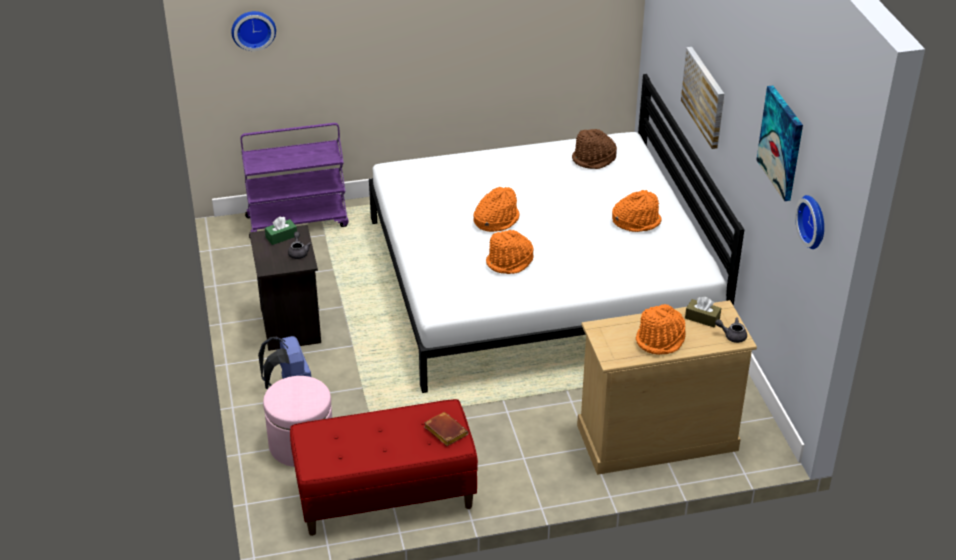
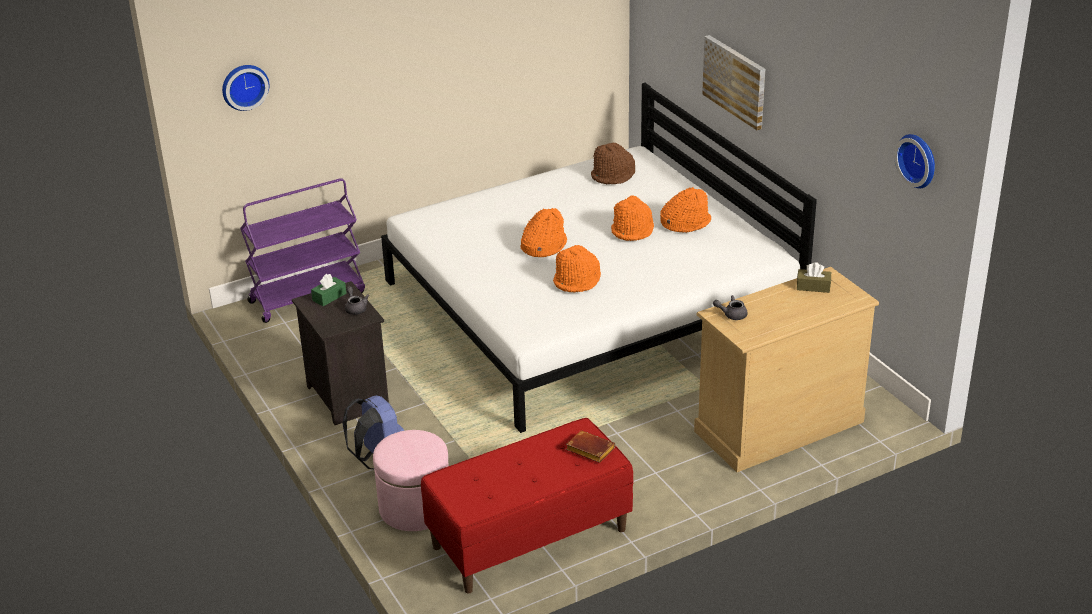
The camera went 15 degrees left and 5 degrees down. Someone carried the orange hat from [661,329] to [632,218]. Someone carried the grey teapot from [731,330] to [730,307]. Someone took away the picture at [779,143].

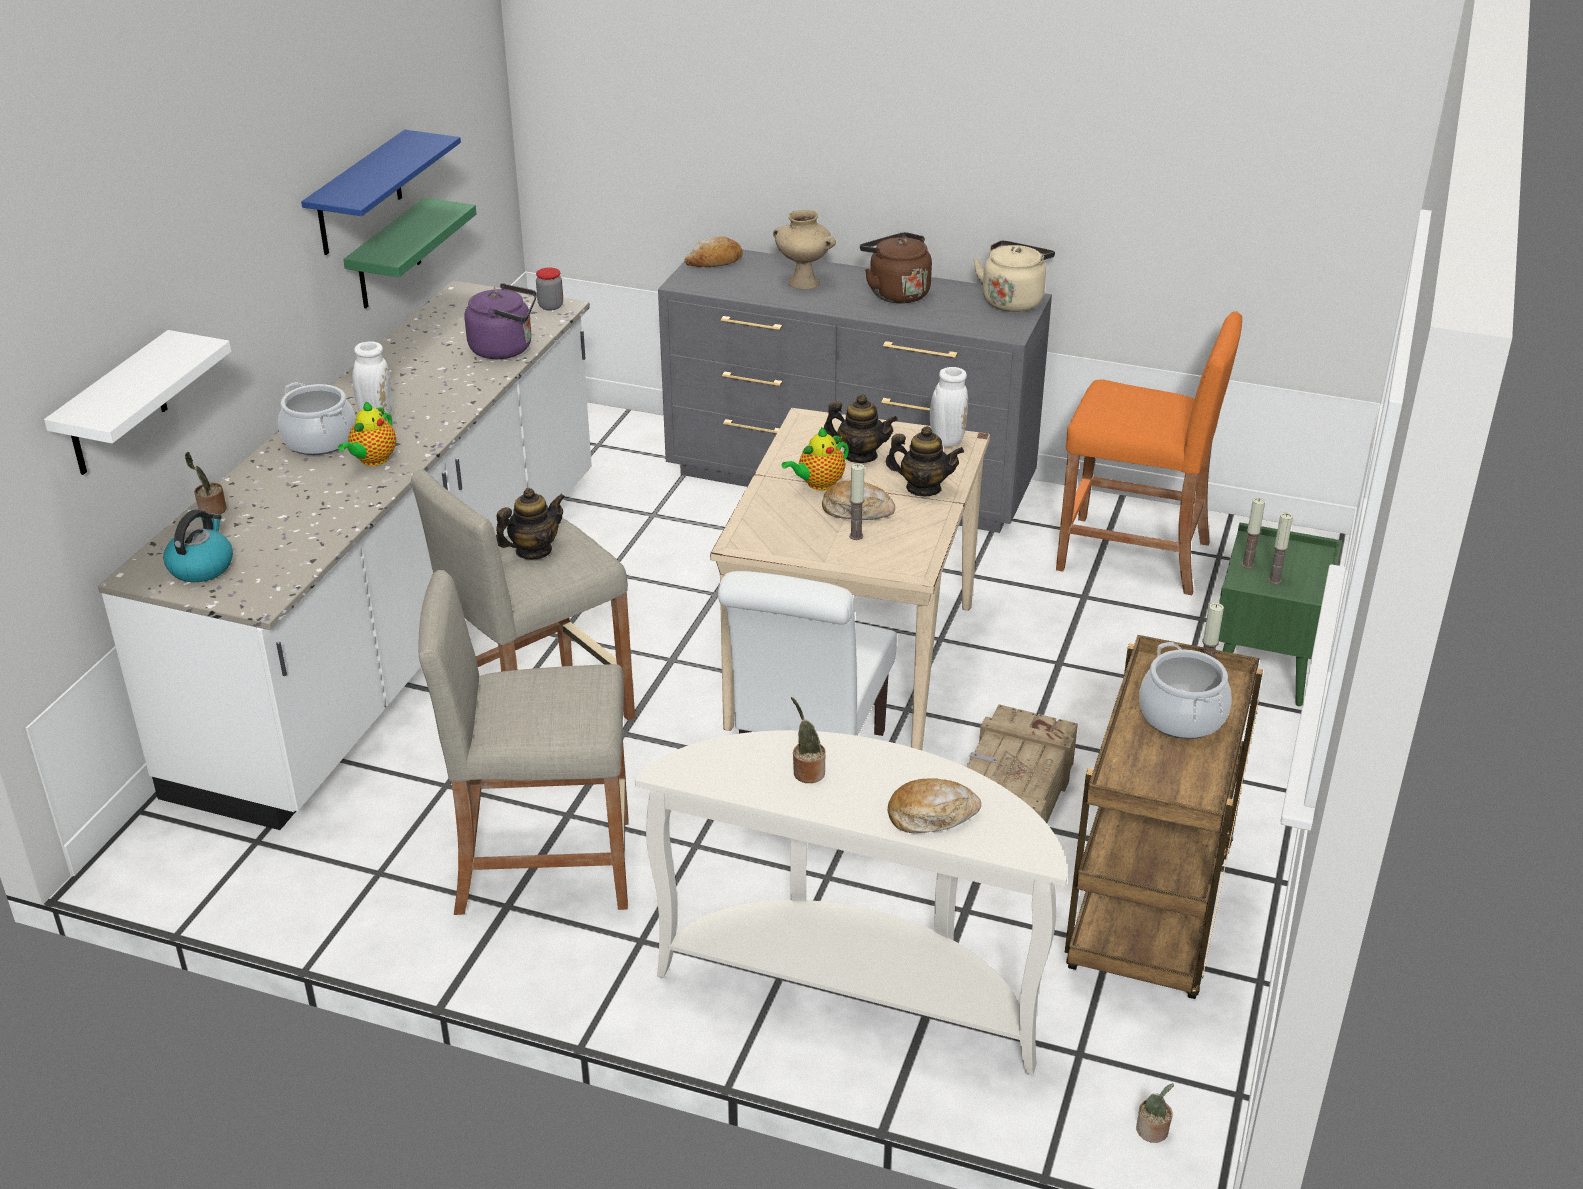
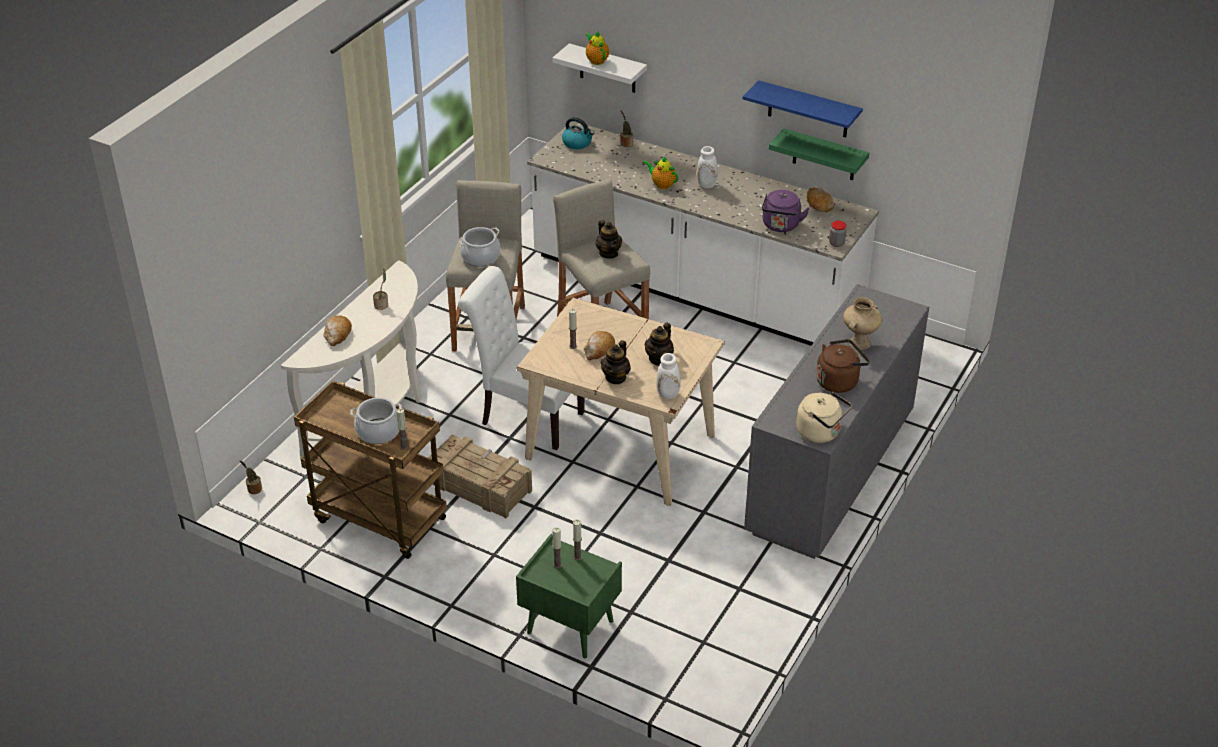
The camera went 100 degrees right and 5 degrees up. Someone carried the cooking pot from [317,418] to [479,247]. Someone carried the bread from [714,251] to [820,199]. Someone carried the teapot from [815,458] to [597,48]. Someone took away the orange stool at [1149,453].

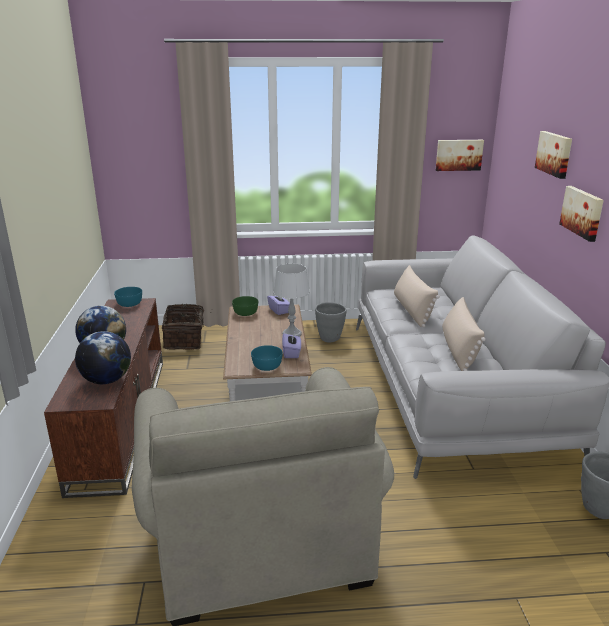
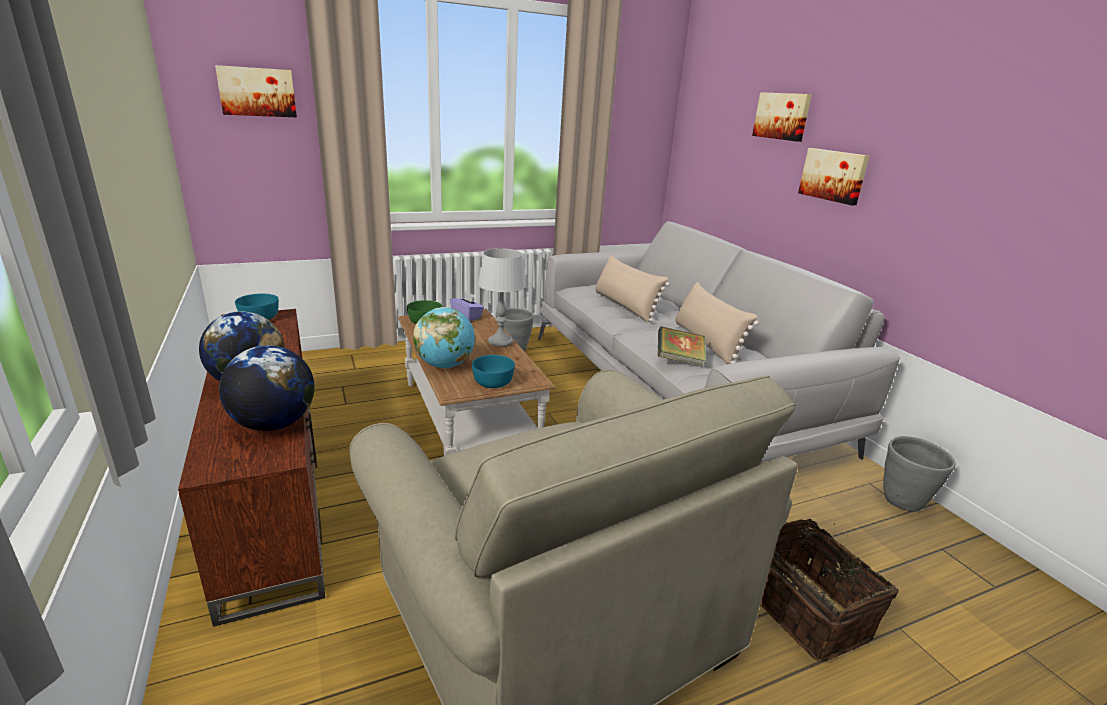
The camera went 20 degrees left and 0 degrees up. Someone carried the basket from [187,326] to [829,590]. Someone took away the purple tissue box at [291,345]. Someone carried the picture from [460,155] to [256,91]. Someone put down the globe at [444,337]. Someone put down the book at [682,346].

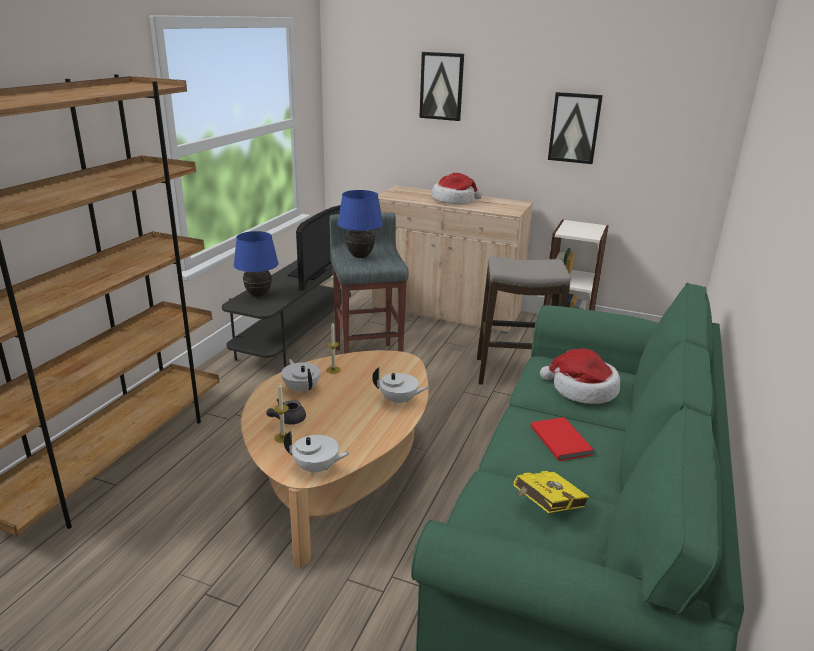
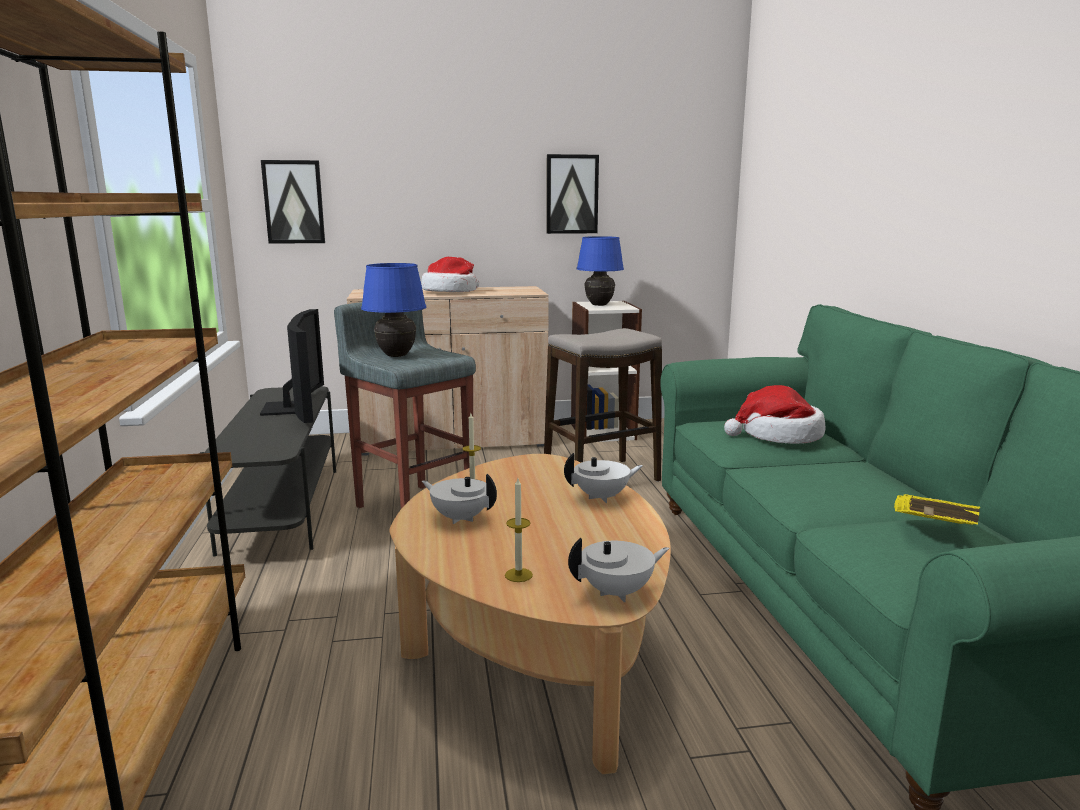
The camera went 30 degrees left and 10 degrees down. Someone carried the blue table lamp from [256,264] to [600,271]. Someone took away the grey teapot at [286,411]. Someone carried the picture from [441,86] to [293,202]. Someone took away the red book at [562,439].

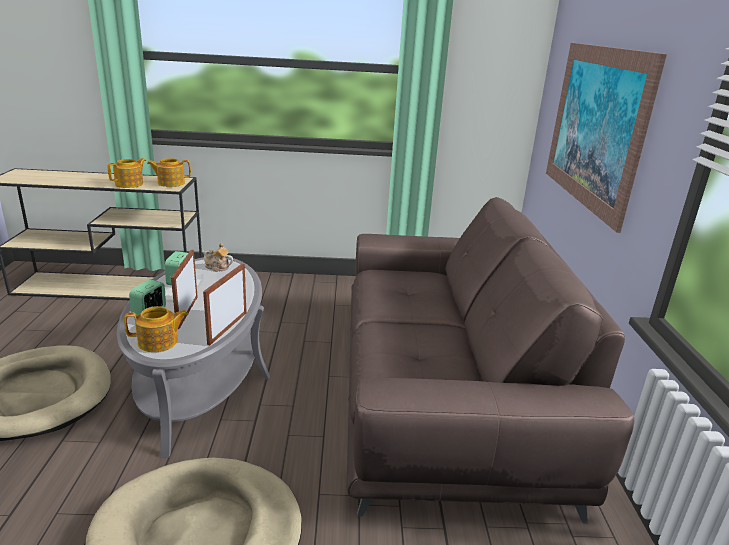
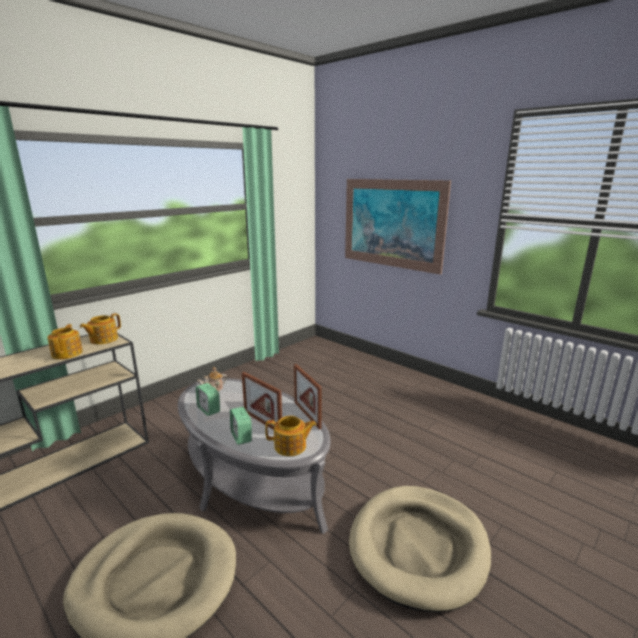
The camera went 45 degrees left and 5 degrees down. Someone rotated the teapot at [156,329] by 60 degrees clockwise. Someone took away the brown sofa at [490,360].

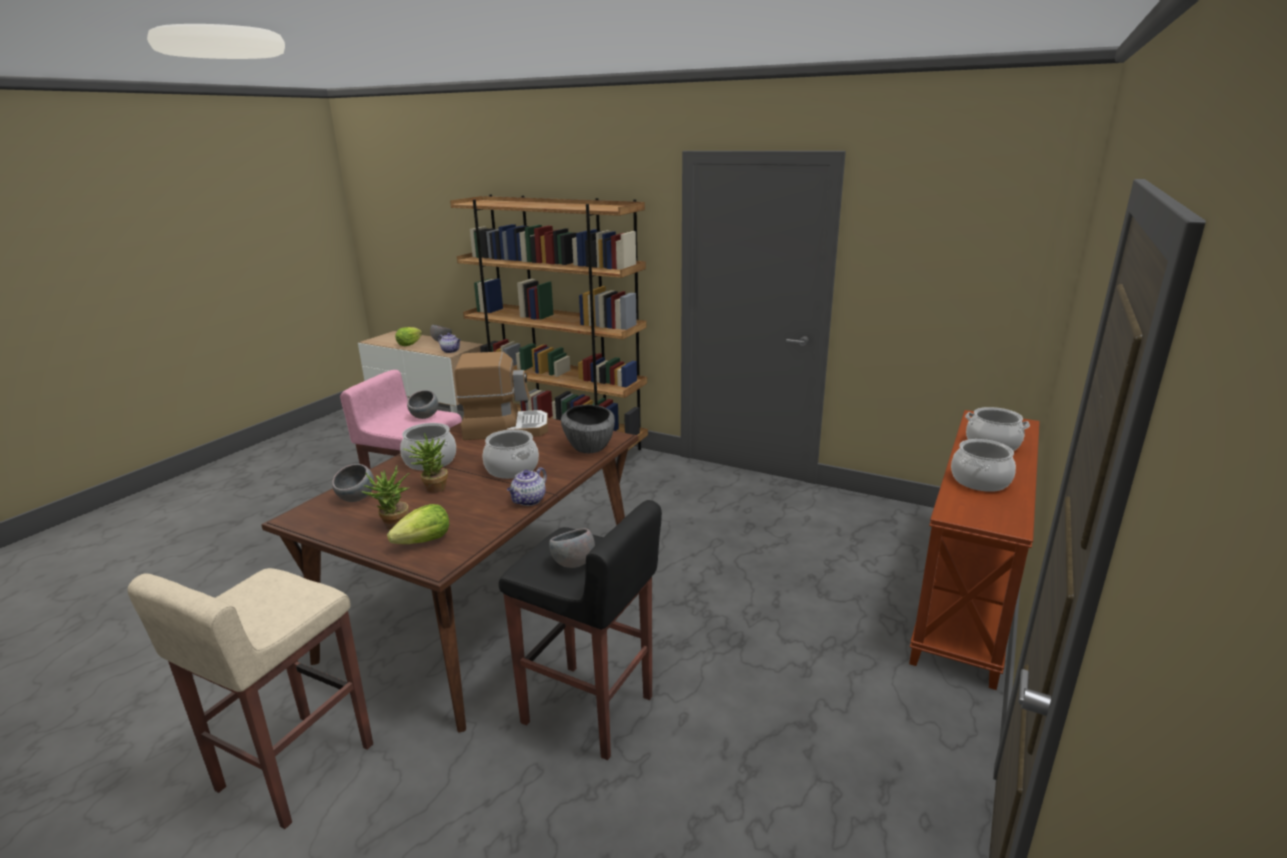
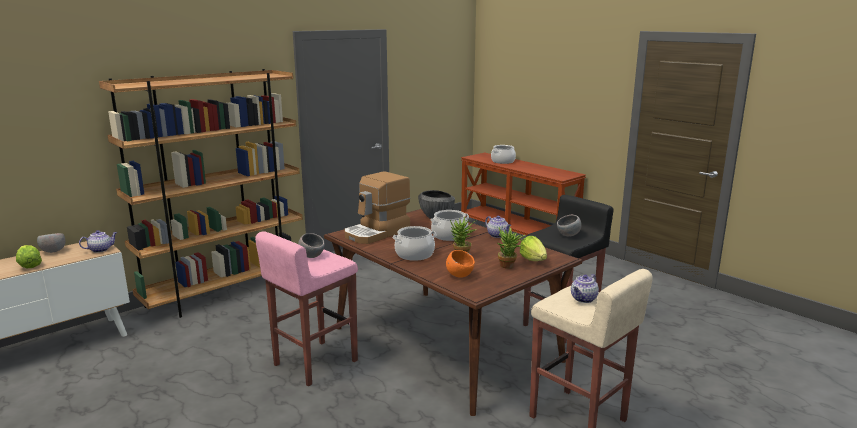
The camera went 70 degrees left and 5 degrees down. Someone repainted the grey bowl at [353,483], which became the orange bowl at [460,264]. Someone rotated the coffee machine at [501,396] by 150 degrees counterclockwise. Someone took away the cooking pot at [983,465]. Someone put down the teapot at [585,288].

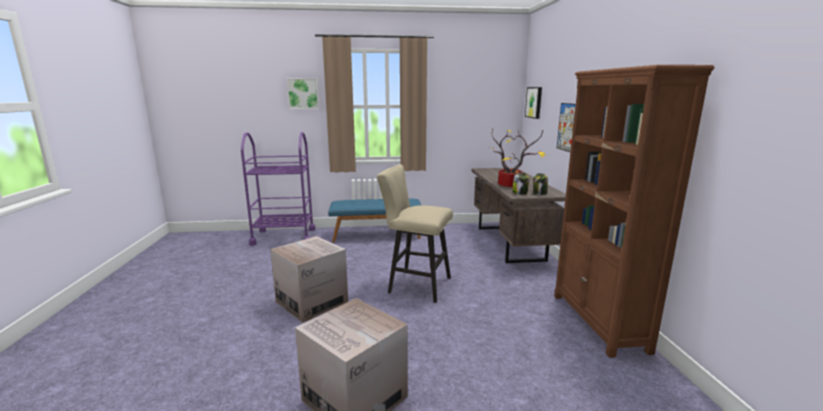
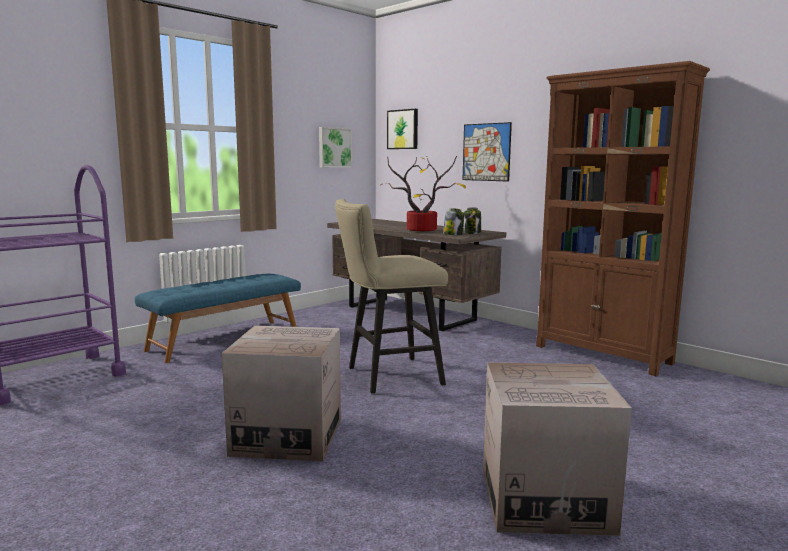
The camera went 40 degrees left and 5 degrees down. Someone carried the picture from [302,93] to [335,147].

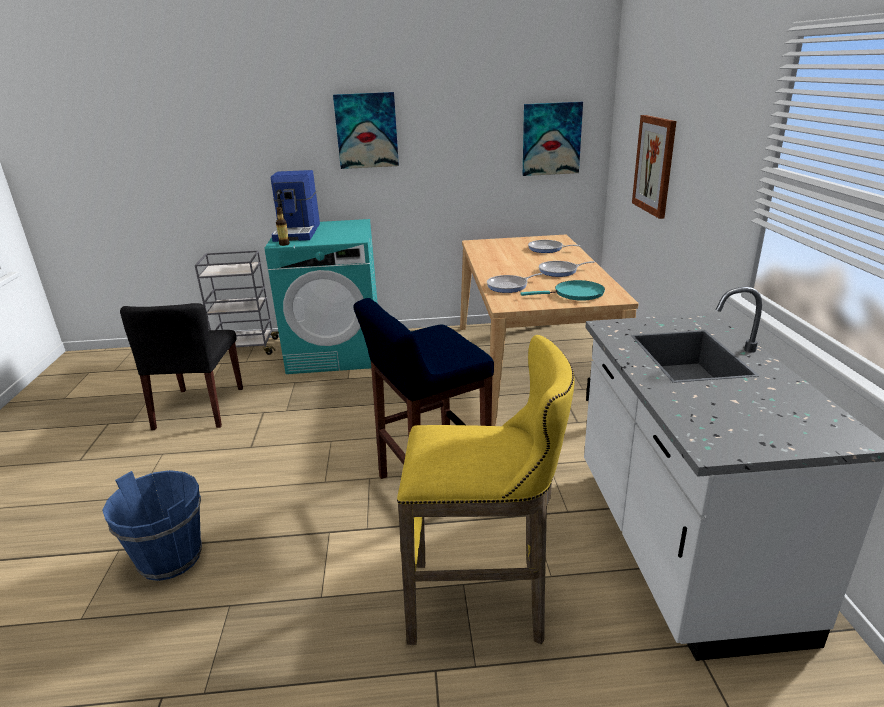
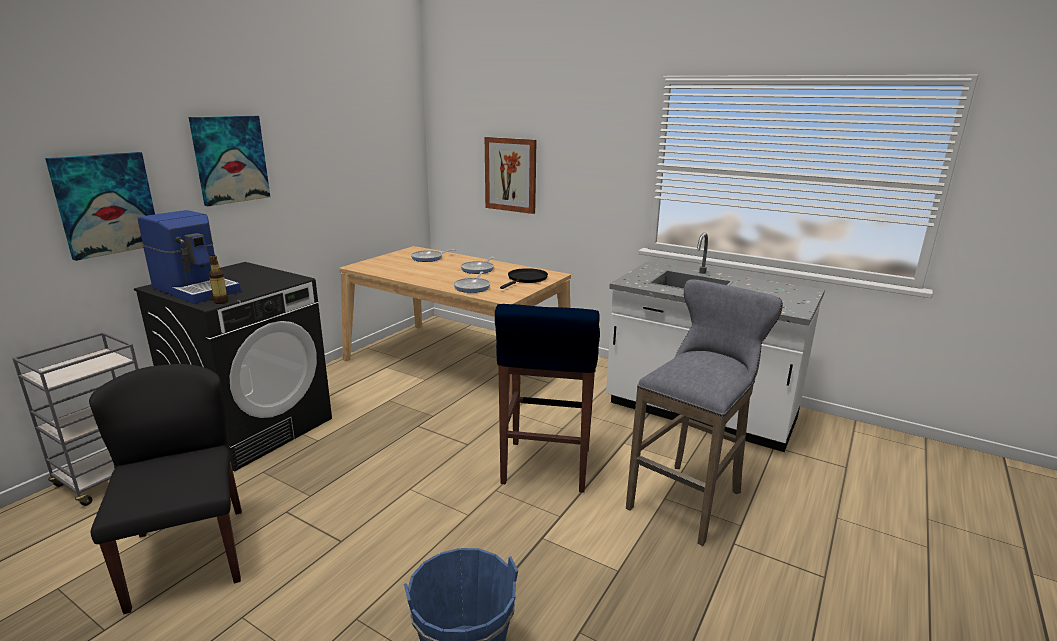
The camera went 55 degrees left and 5 degrees down. Someone rotated the black chair at [181,366] by 150 degrees counterclockwise. Someone repainted the turquoise washing machine at [321,296], which became the black washing machine at [233,366]. Someone repainted the yellow stool at [485,490], which became the grey stool at [704,412]. Someone repainted the turquoise frying pan at [563,290], which became the black frying pan at [524,278]. Someone carried the picture from [553,139] to [100,206].

